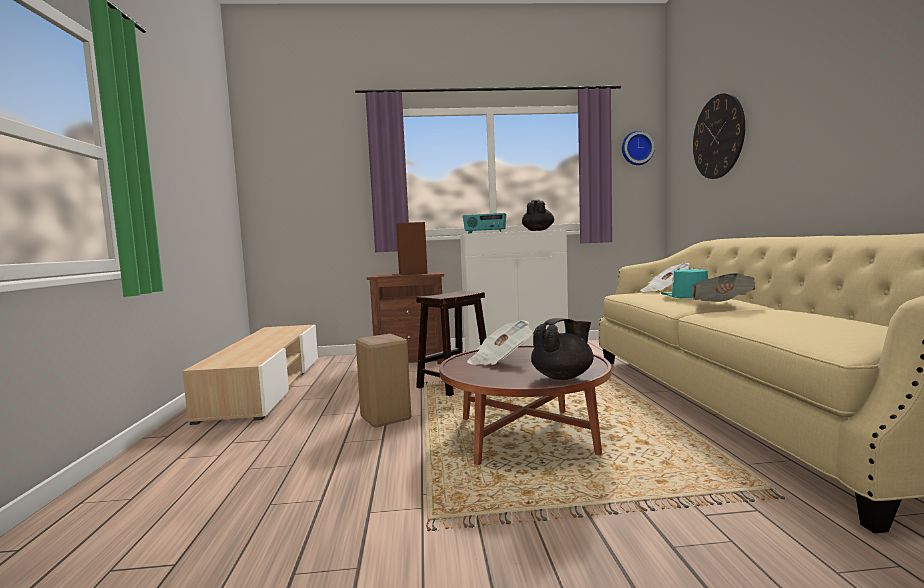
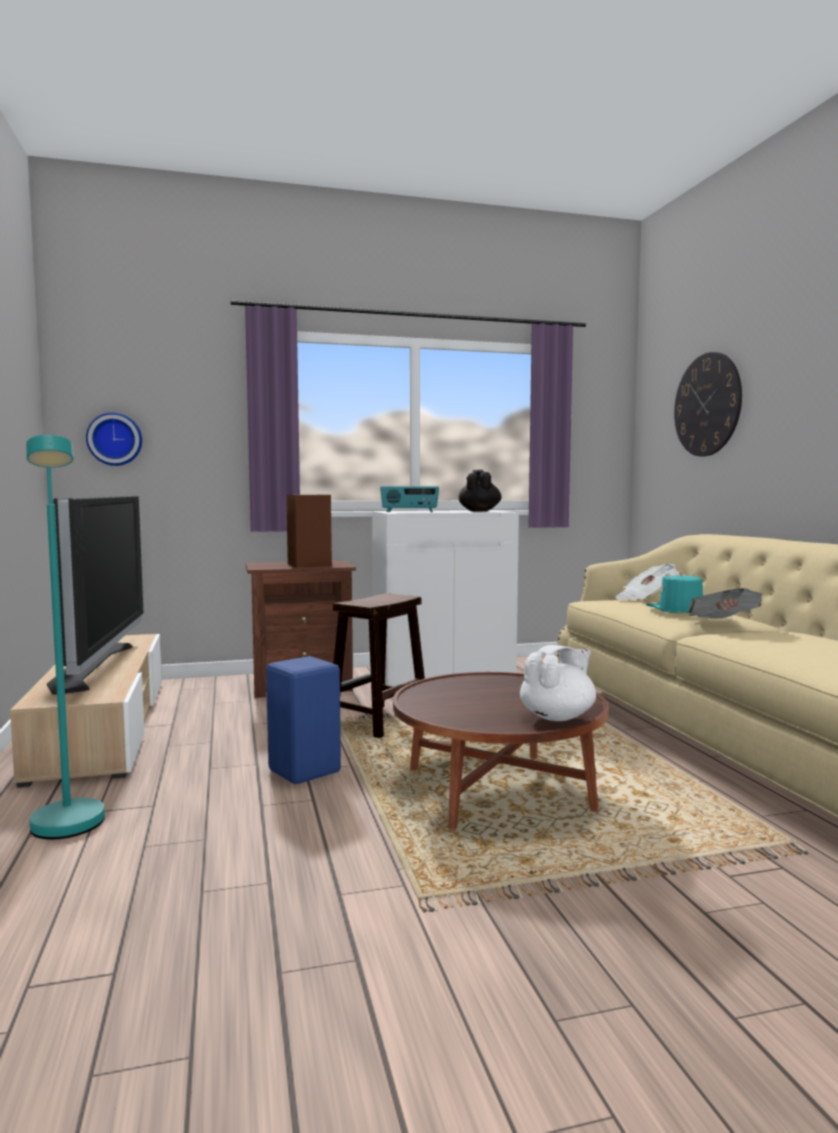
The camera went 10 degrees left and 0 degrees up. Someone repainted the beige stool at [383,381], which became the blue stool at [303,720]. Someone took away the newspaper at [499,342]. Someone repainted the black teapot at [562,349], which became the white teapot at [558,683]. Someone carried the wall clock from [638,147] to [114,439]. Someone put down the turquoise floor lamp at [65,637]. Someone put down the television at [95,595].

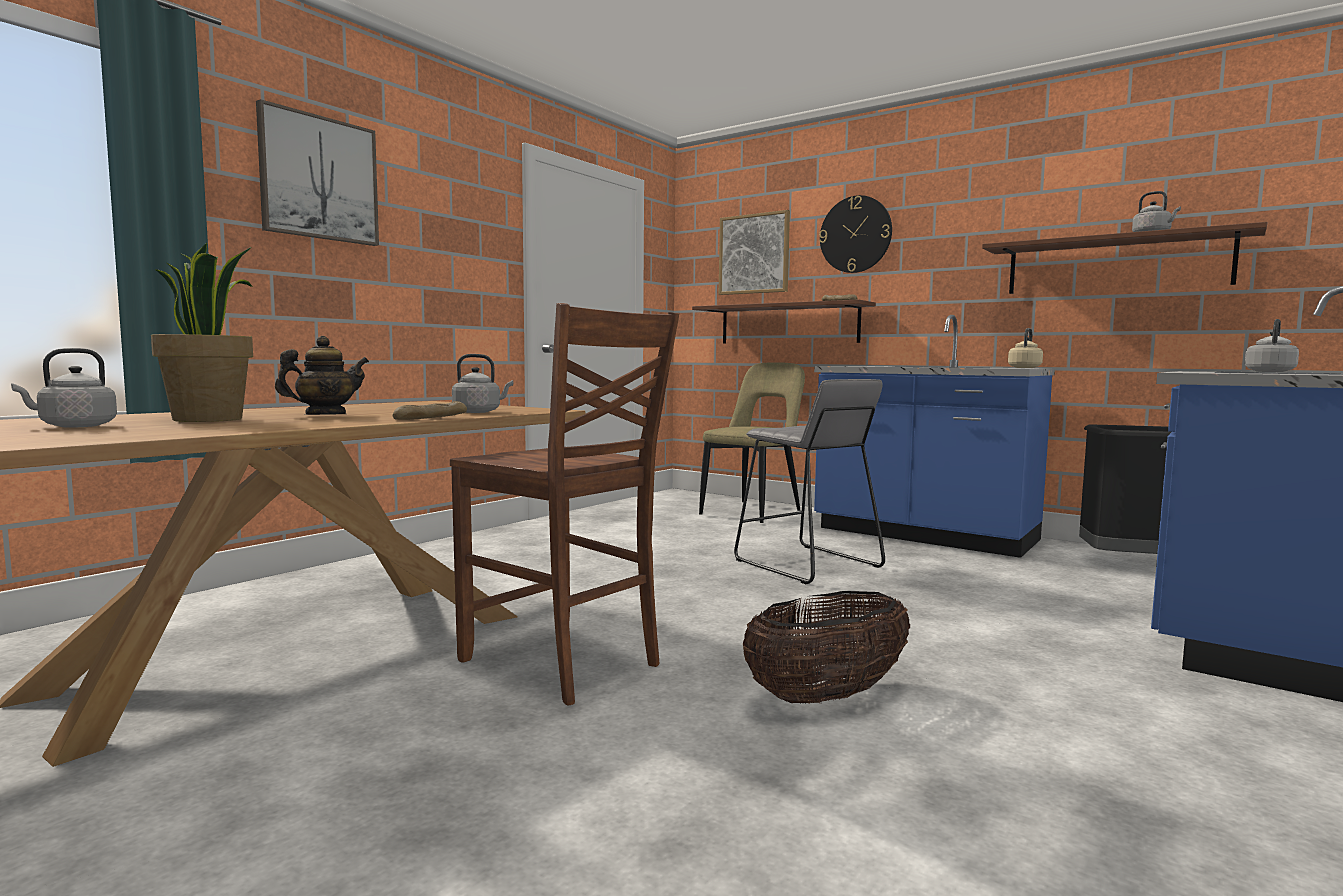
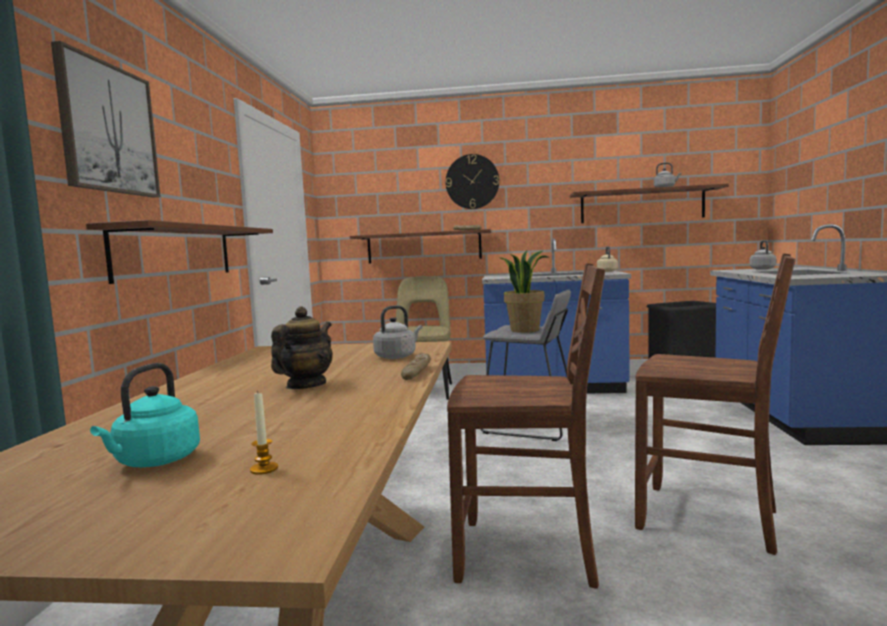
The camera went 30 degrees left and 0 degrees up. Someone repainted the grey kettle at [64,388], which became the turquoise kettle at [145,415]. Someone carried the potted plant from [202,332] to [523,291]. Someone took away the picture at [754,252]. Someone swapped the basket at [826,647] for the brown chair at [715,404]. Someone put up the brown shelf at [179,252]. Someone put down the candle at [264,434].

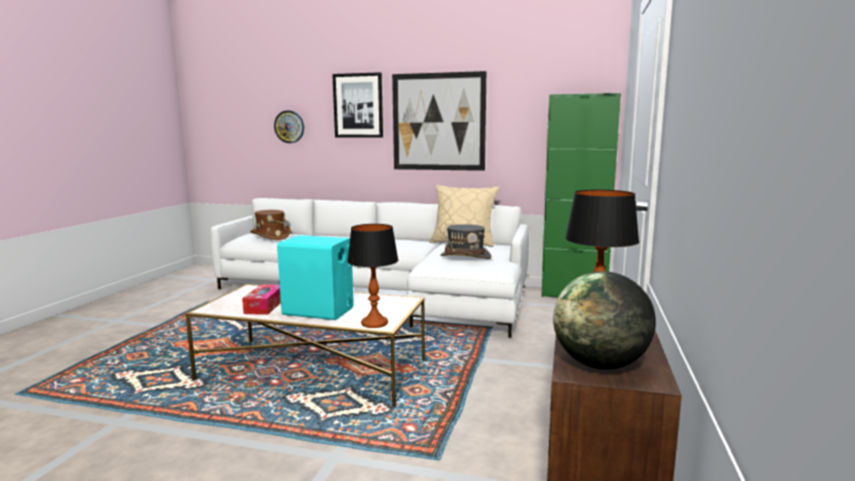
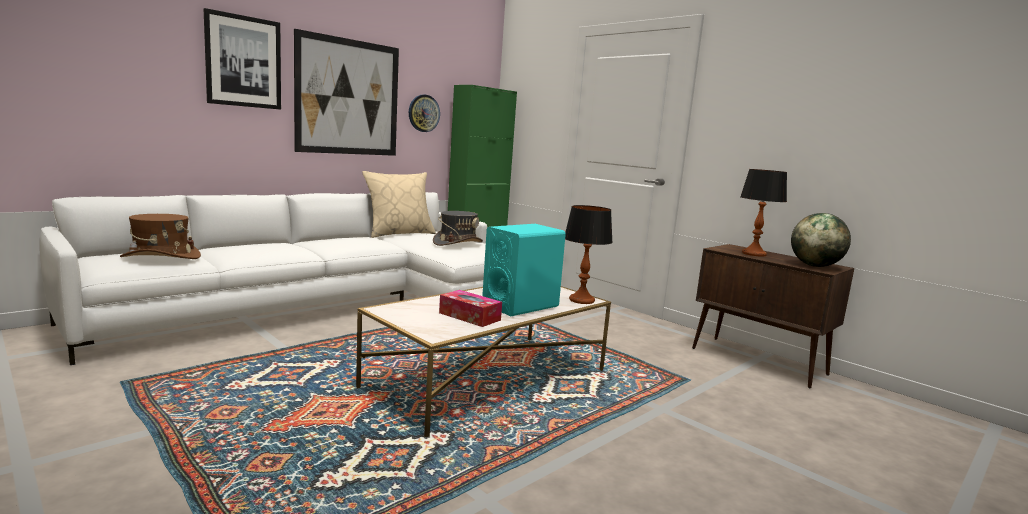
The camera went 60 degrees left and 0 degrees up. Someone carried the wall clock from [289,126] to [424,113].

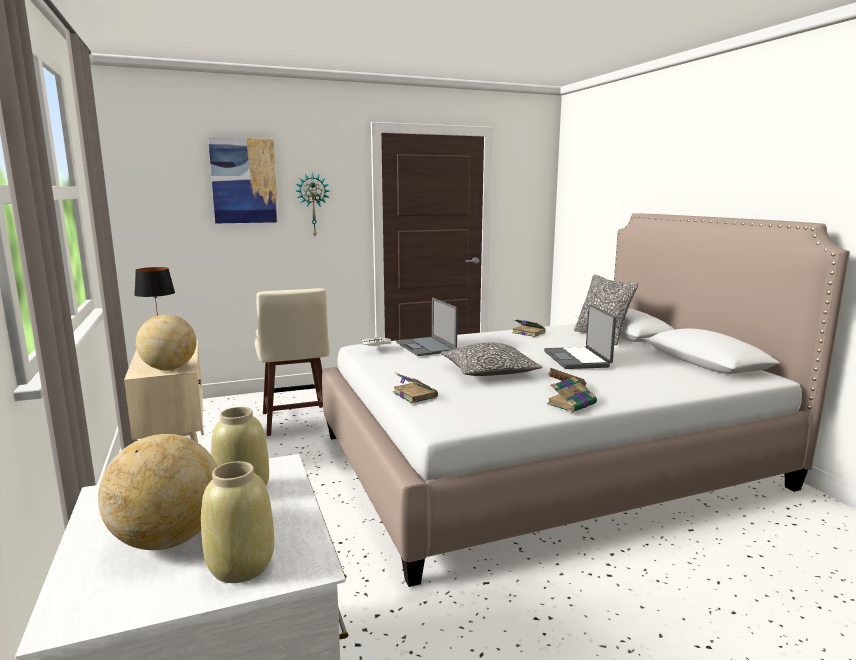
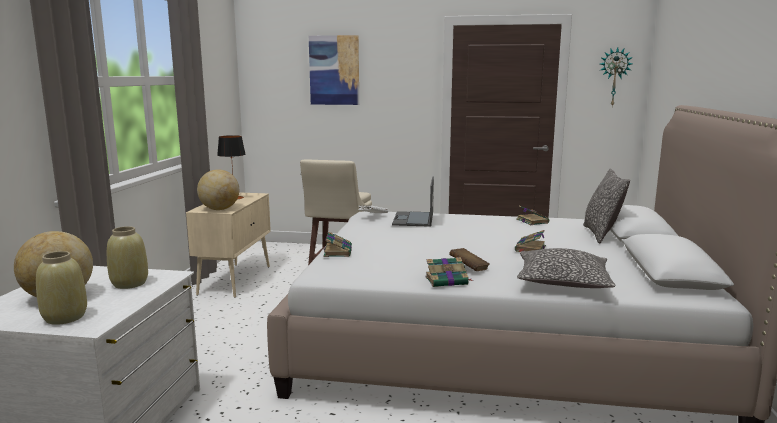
The camera went 30 degrees right and 0 degrees up. Someone carried the wall clock from [312,204] to [616,76]. Someone carried the pillow from [491,359] to [566,268]. Someone swapped the laptop at [580,336] for the book at [530,241].

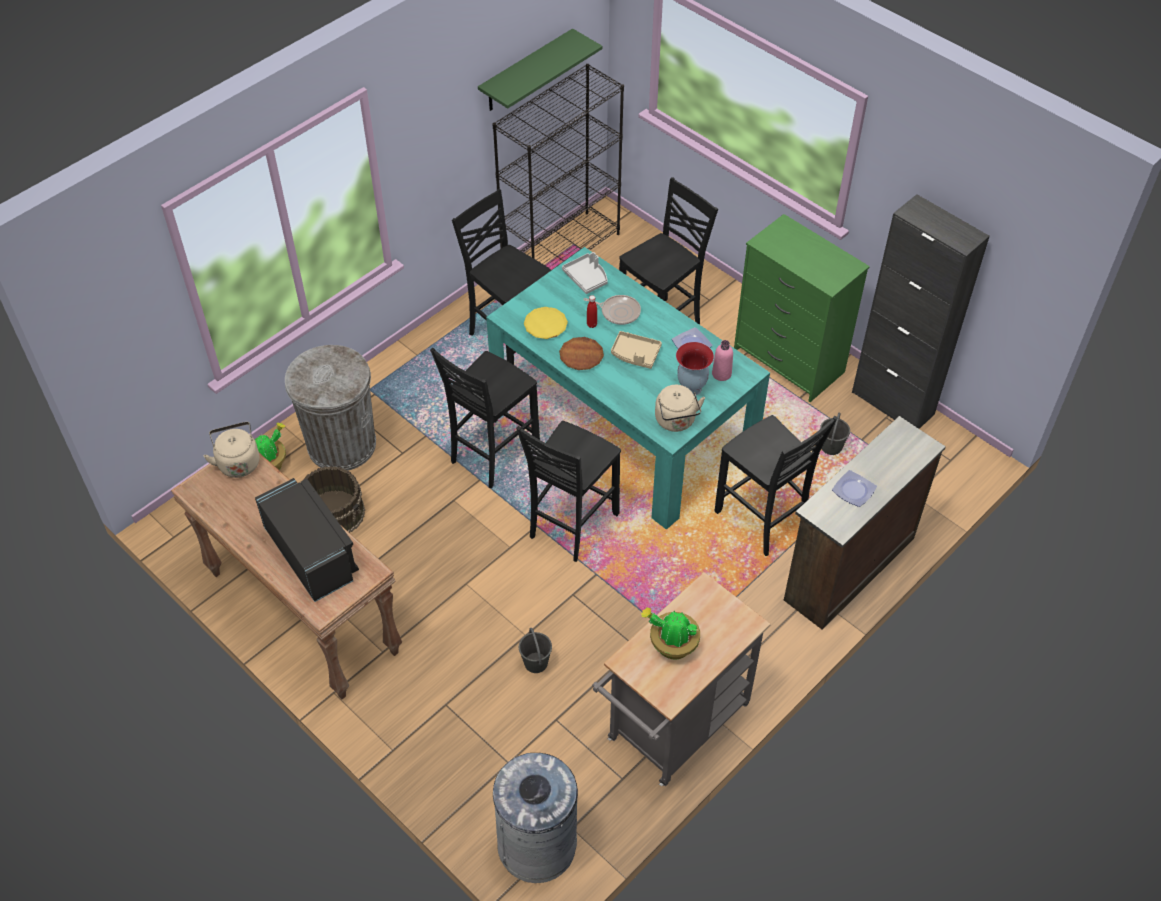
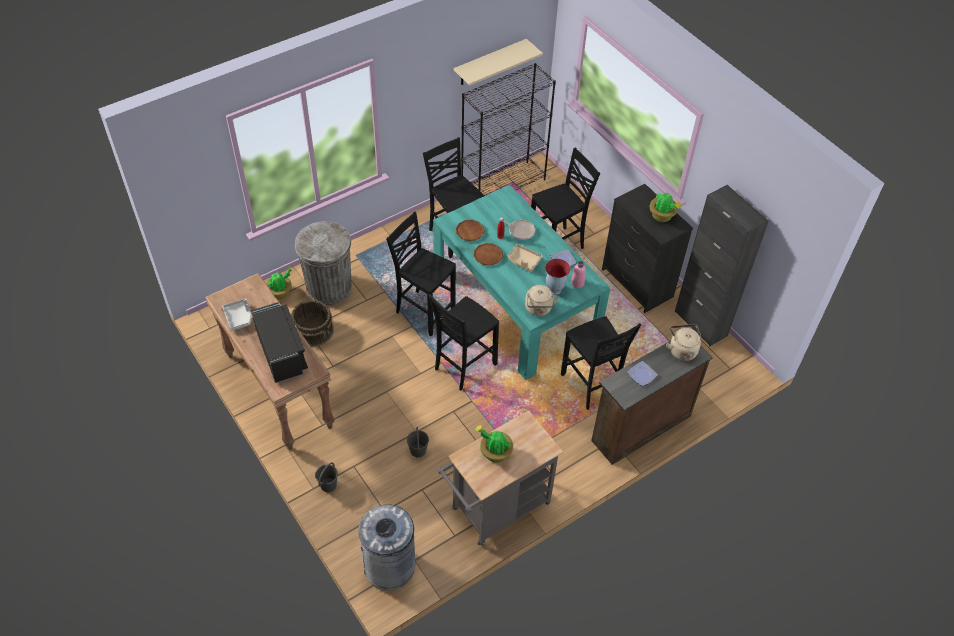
The camera went 10 degrees right and 0 degrees up. Someone carried the beige kettle from [231,450] to [683,342]. Someone rotated the black chair at [485,418] by 75 degrees clockwise. Someone repainted the green shelf at [540,69], which became the beige shelf at [498,62]. Someone repainted the yellow plate at [546,323], which became the brown plate at [470,230]. Someone carried the grey tray from [585,273] to [237,315]. Someone repainted the green dresser at [802,308], which became the black dresser at [647,248]. Someone carried the grey bucket from [835,433] to [326,477]. Someone put down the potted plant at [665,207].

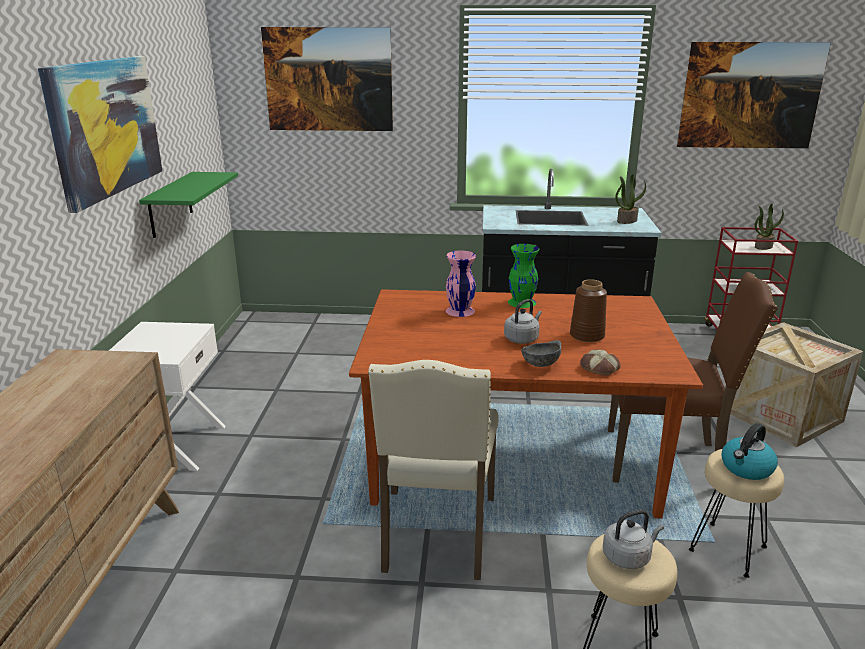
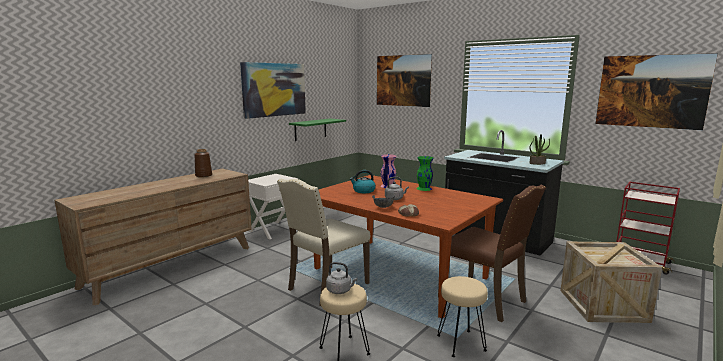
The camera went 35 degrees right and 10 degrees down. Someone carried the brown vase from [588,310] to [203,163]. Someone carried the kettle from [749,451] to [363,181]. Someone took away the potted plant at [769,227].

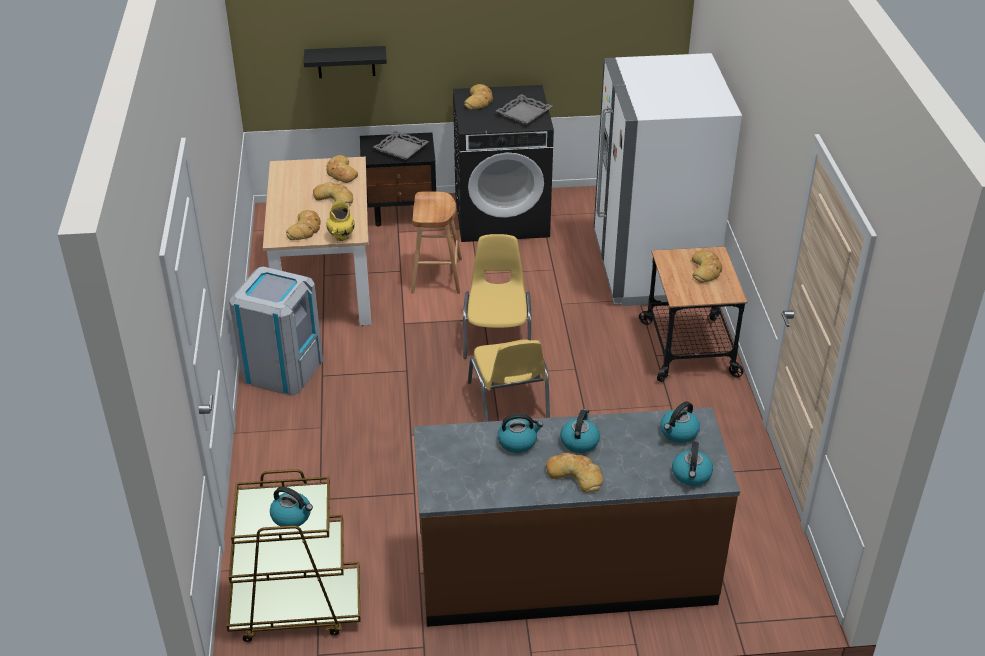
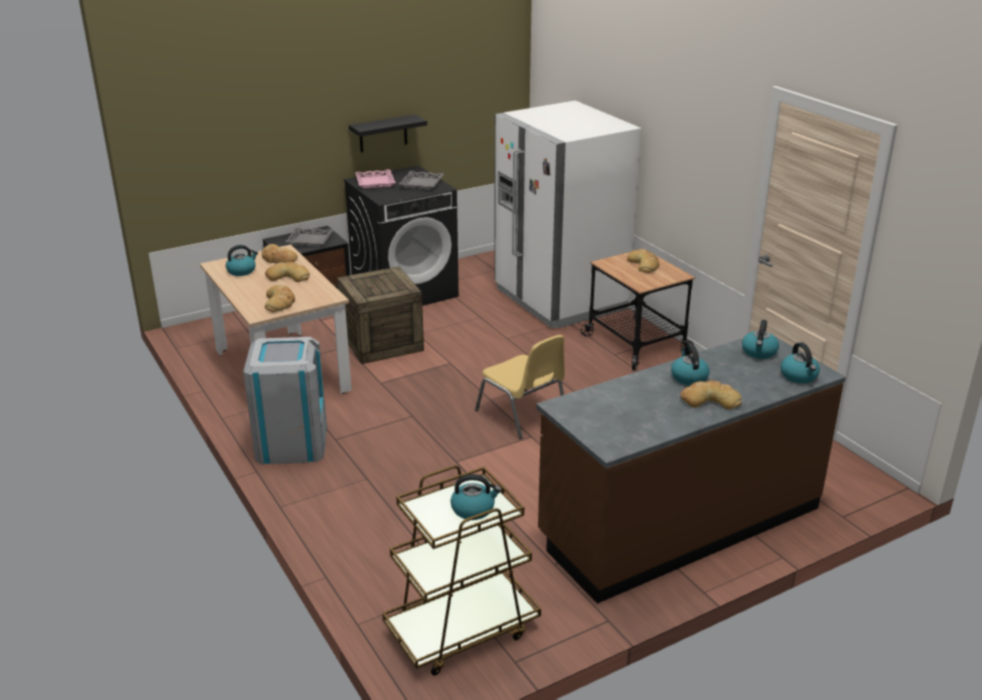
The camera went 25 degrees left and 10 degrees down. Someone carried the black shelf from [345,62] to [388,133]. Someone took away the yellow vase at [340,220]. Someone swapped the brown stool at [436,242] for the crate at [380,315]. Someone took away the yellow chair at [497,296]. Someone swapped the bread at [478,97] for the pink tray at [375,179]. Someone carried the kettle from [520,433] to [242,260].

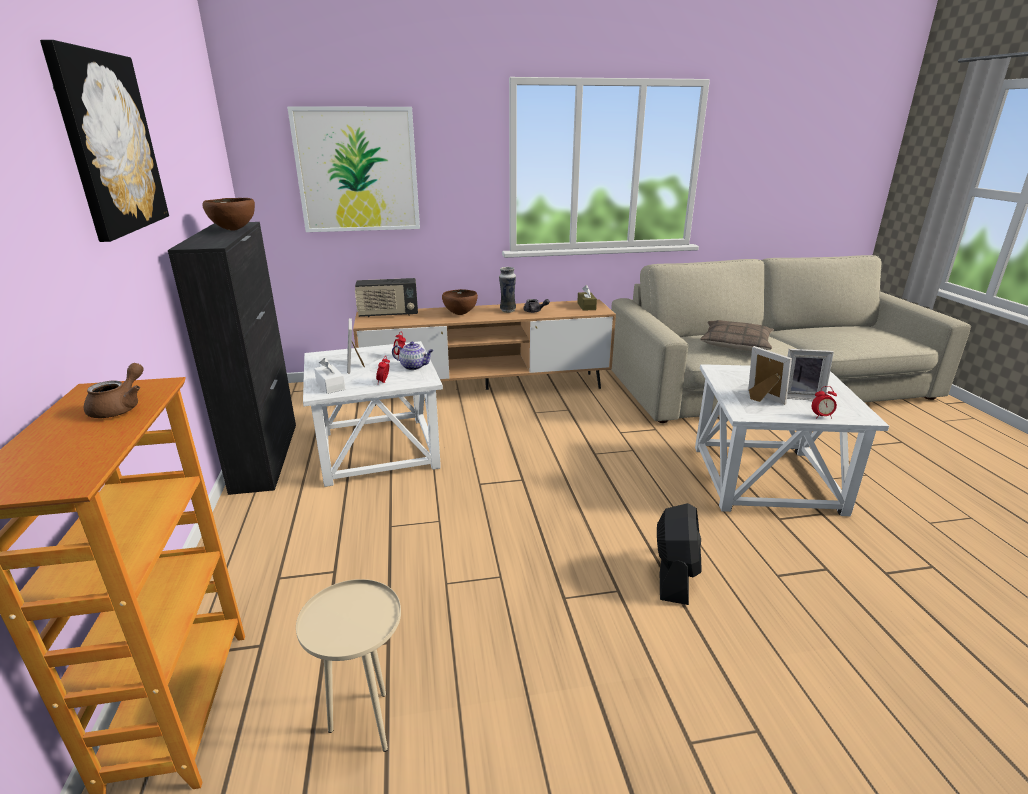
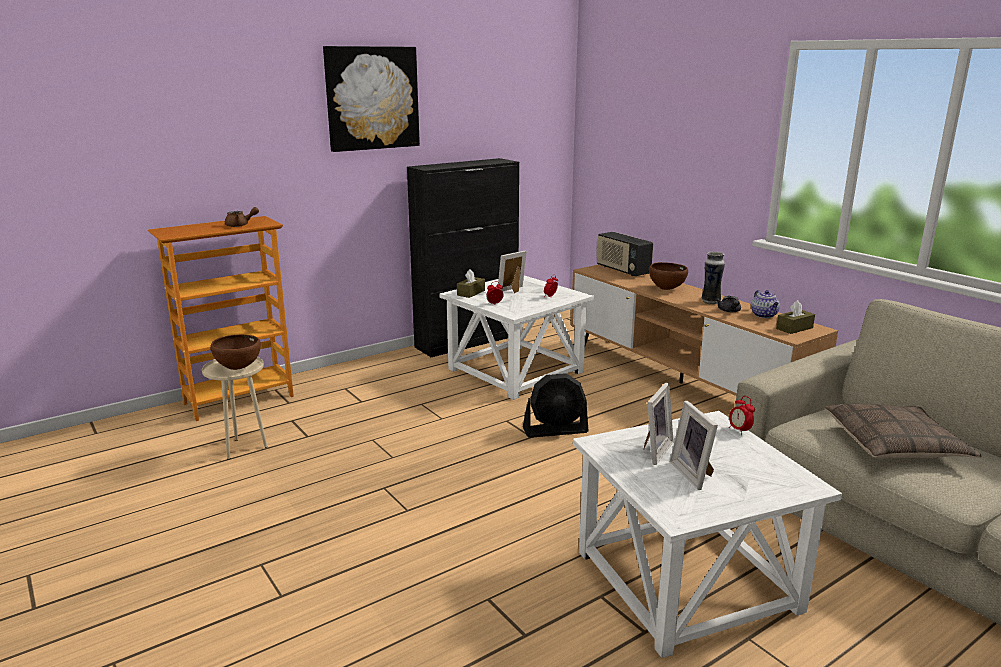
The camera went 65 degrees right and 5 degrees down. Someone carried the brown bowl from [228,214] to [235,352]. Someone took away the picture at [353,169]. Someone repainted the white tissue box at [329,376], which became the brown tissue box at [471,284]. Someone carried the teapot from [413,356] to [765,304]. Someone carried the black fan from [679,554] to [556,405]. Someone carried the alarm clock from [824,402] to [742,415].

